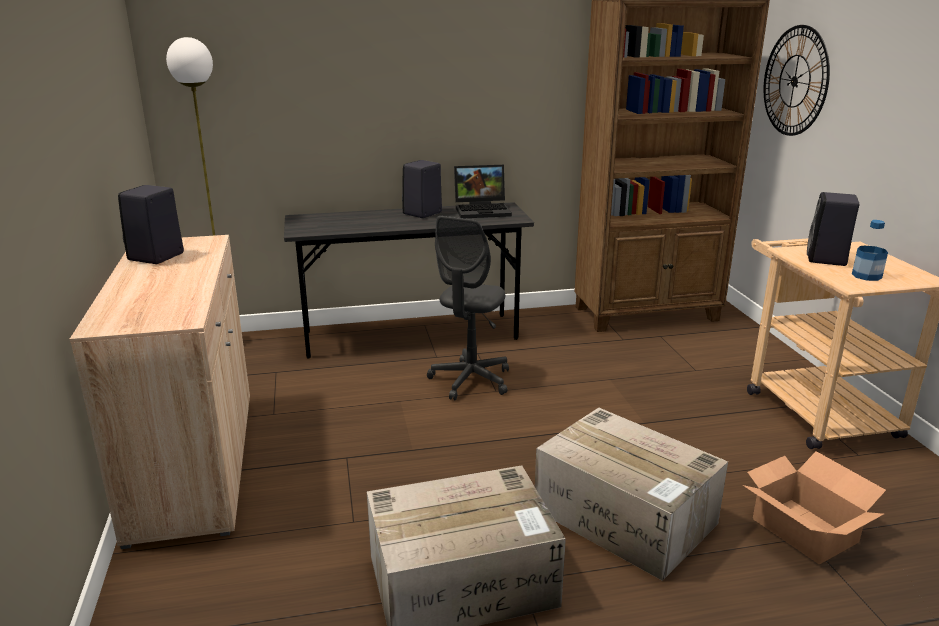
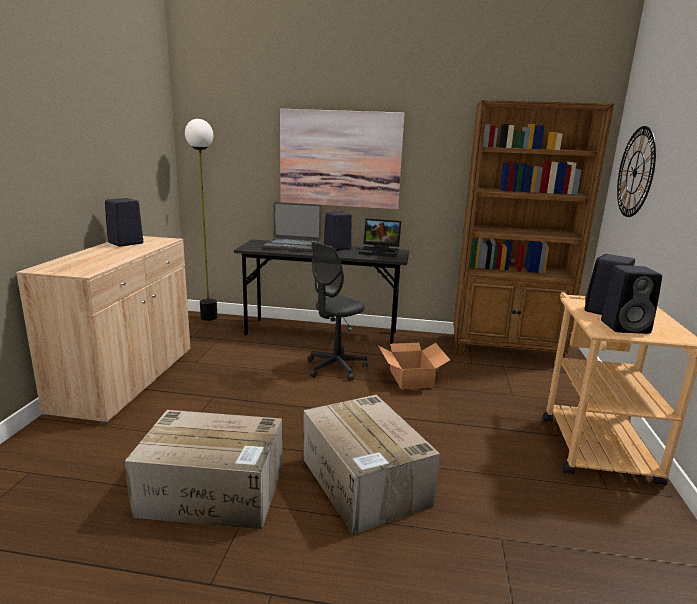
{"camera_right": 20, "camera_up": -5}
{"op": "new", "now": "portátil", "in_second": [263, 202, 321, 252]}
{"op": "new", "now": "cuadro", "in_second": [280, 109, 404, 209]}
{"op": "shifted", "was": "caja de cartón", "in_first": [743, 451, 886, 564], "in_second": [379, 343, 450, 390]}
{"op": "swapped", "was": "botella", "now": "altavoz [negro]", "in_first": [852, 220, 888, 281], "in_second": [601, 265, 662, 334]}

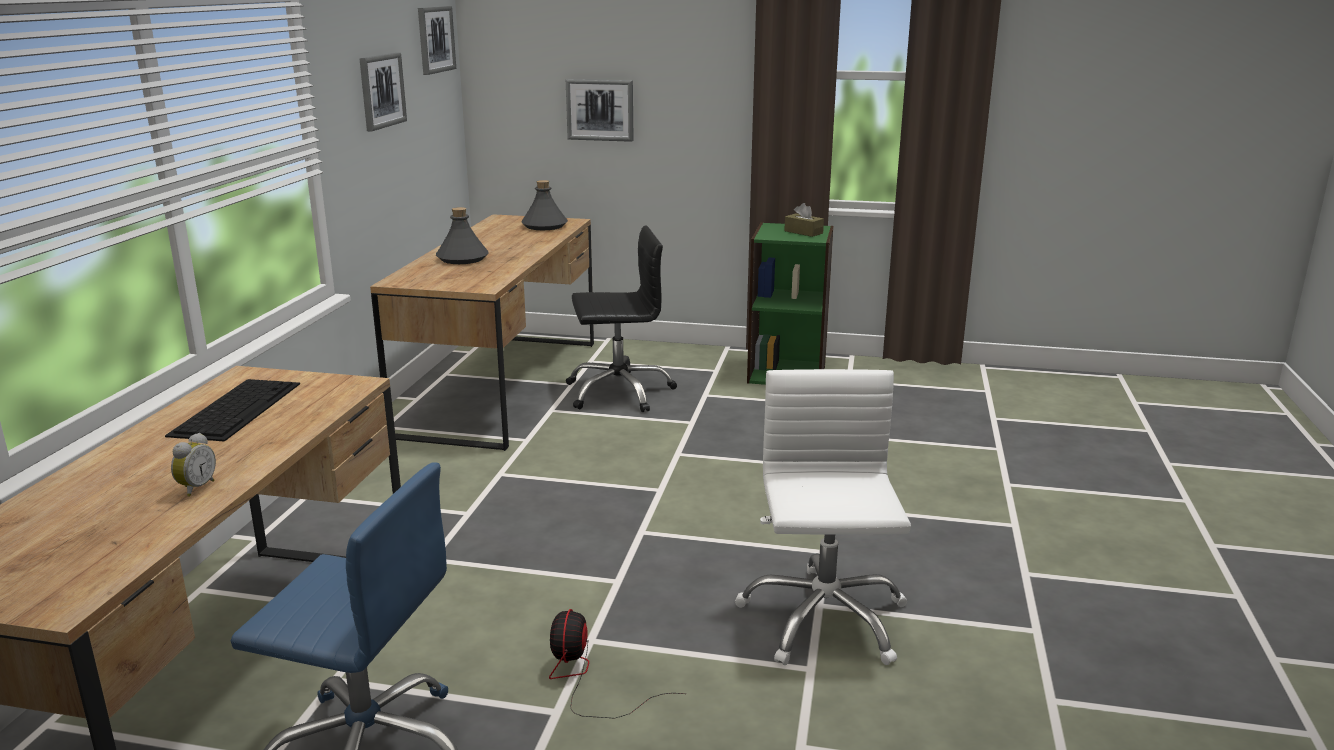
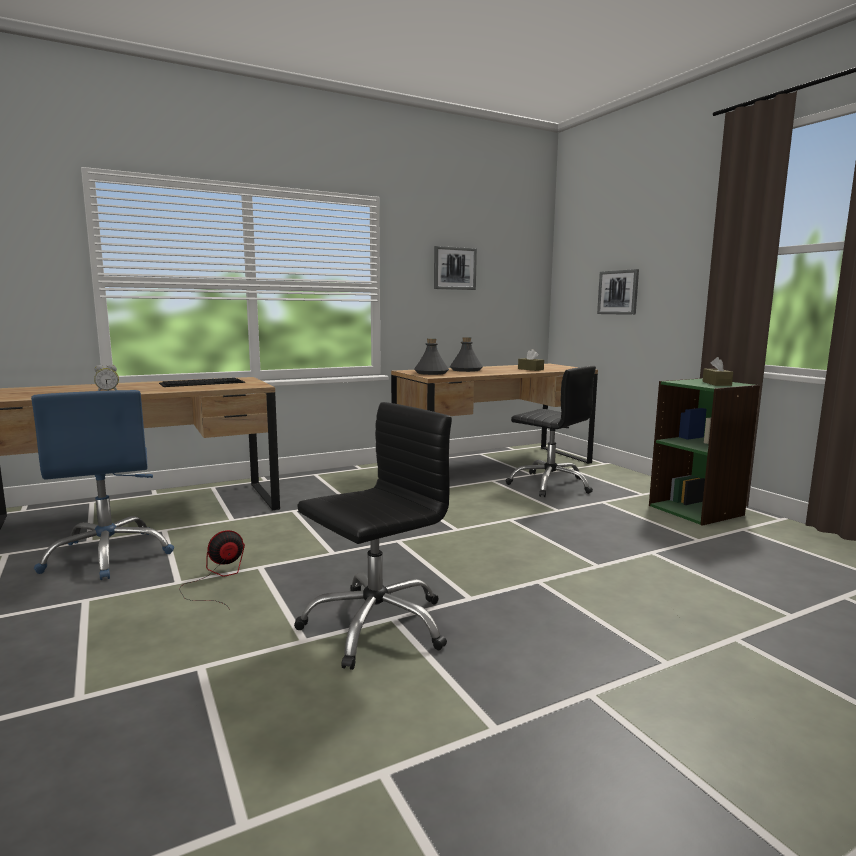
{"camera_right": 50, "camera_up": -10}
{"op": "repainted", "was": "silla de oficina [blanco]", "now": "silla de oficina [negro]", "in_first": [735, 369, 911, 665], "in_second": [294, 402, 452, 670]}
{"op": "shifted", "was": "botella [gris]", "in_first": [521, 180, 568, 230], "in_second": [414, 338, 449, 375]}
{"op": "new", "now": "caja de pañuelos [marrón]", "in_second": [518, 349, 544, 371]}
{"op": "gone", "was": "cuadro", "in_first": [418, 6, 456, 75]}

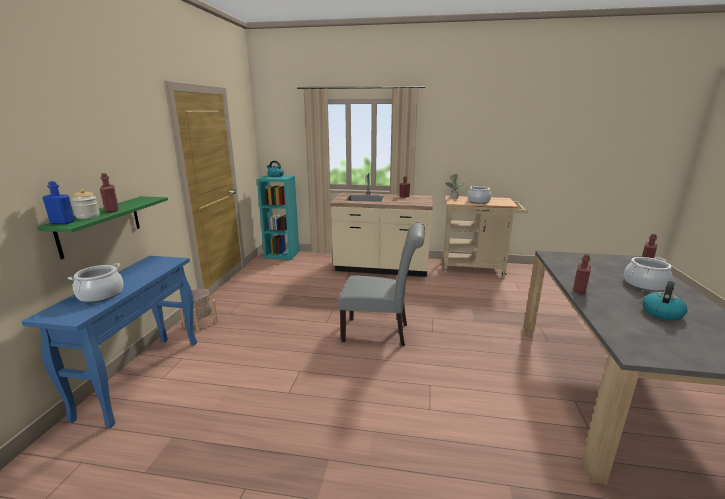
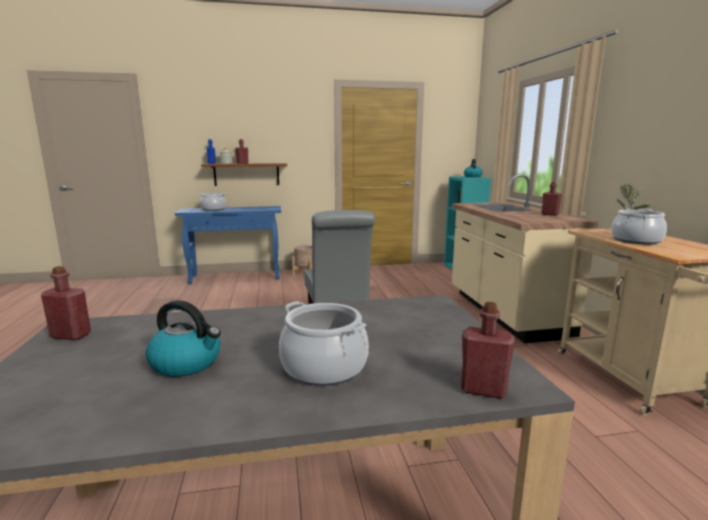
{"camera_right": 70, "camera_up": -5}
{"op": "shifted", "was": "botella [rojo]", "in_first": [573, 254, 591, 293], "in_second": [41, 266, 91, 340]}
{"op": "repainted", "was": "estante [verde]", "now": "estante [marrón]", "in_first": [37, 196, 168, 259], "in_second": [201, 163, 287, 186]}

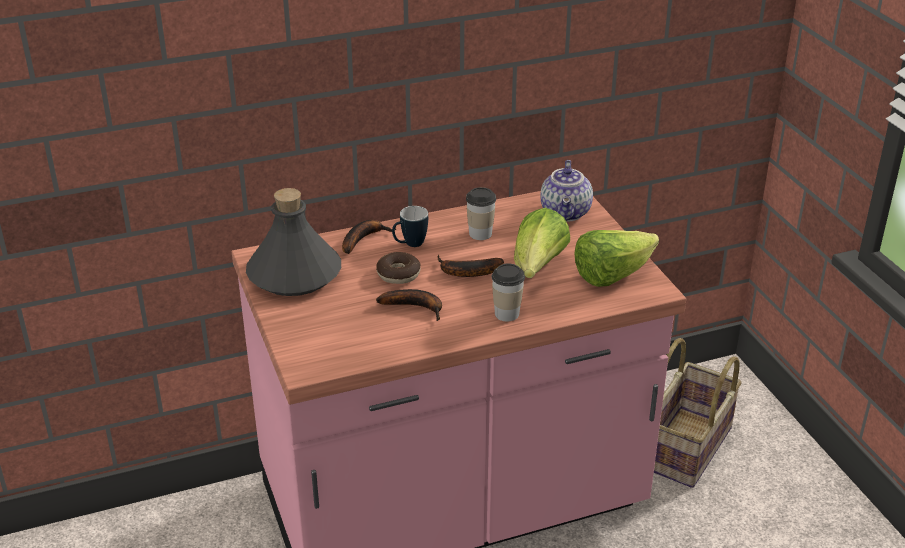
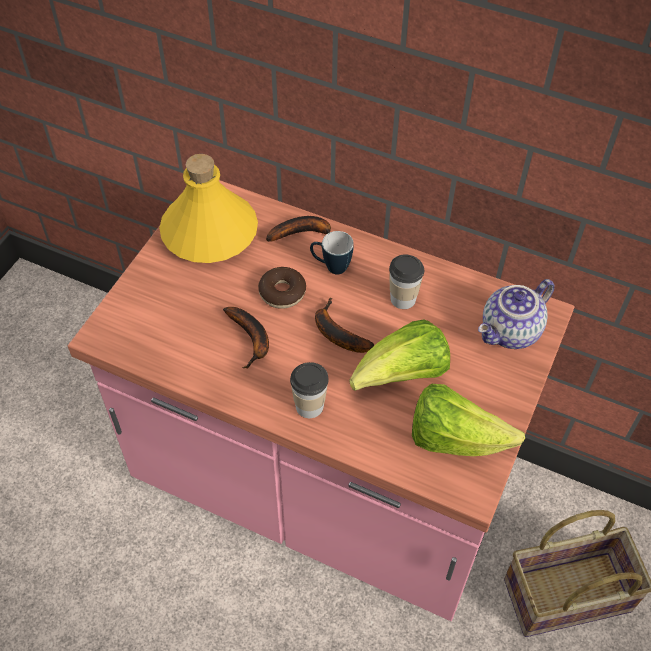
{"camera_right": 45, "camera_up": 20}
{"op": "repainted", "was": "botella [gris]", "now": "botella [amarillo]", "in_first": [246, 188, 341, 296], "in_second": [159, 154, 258, 263]}

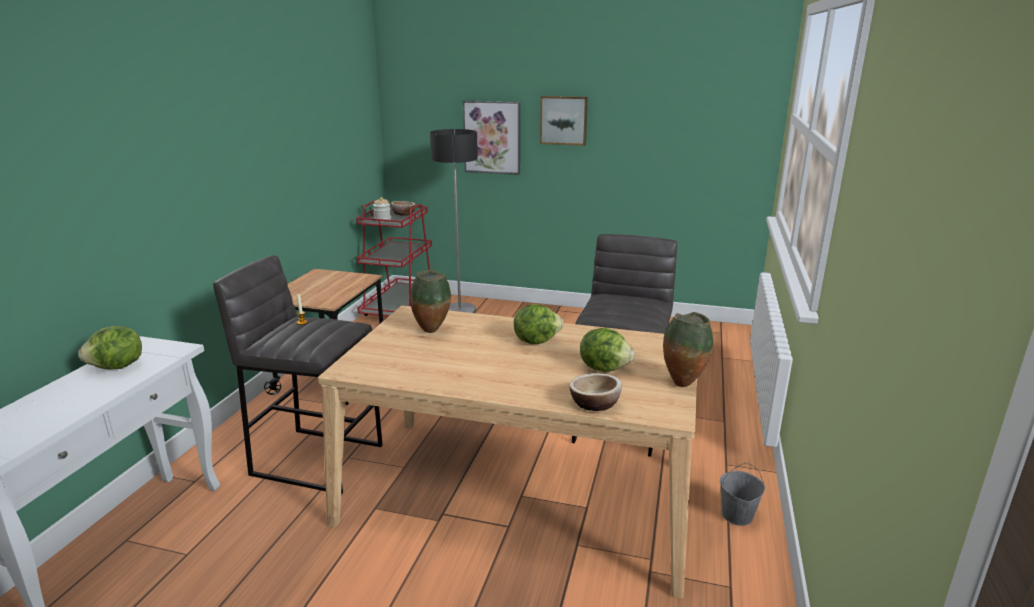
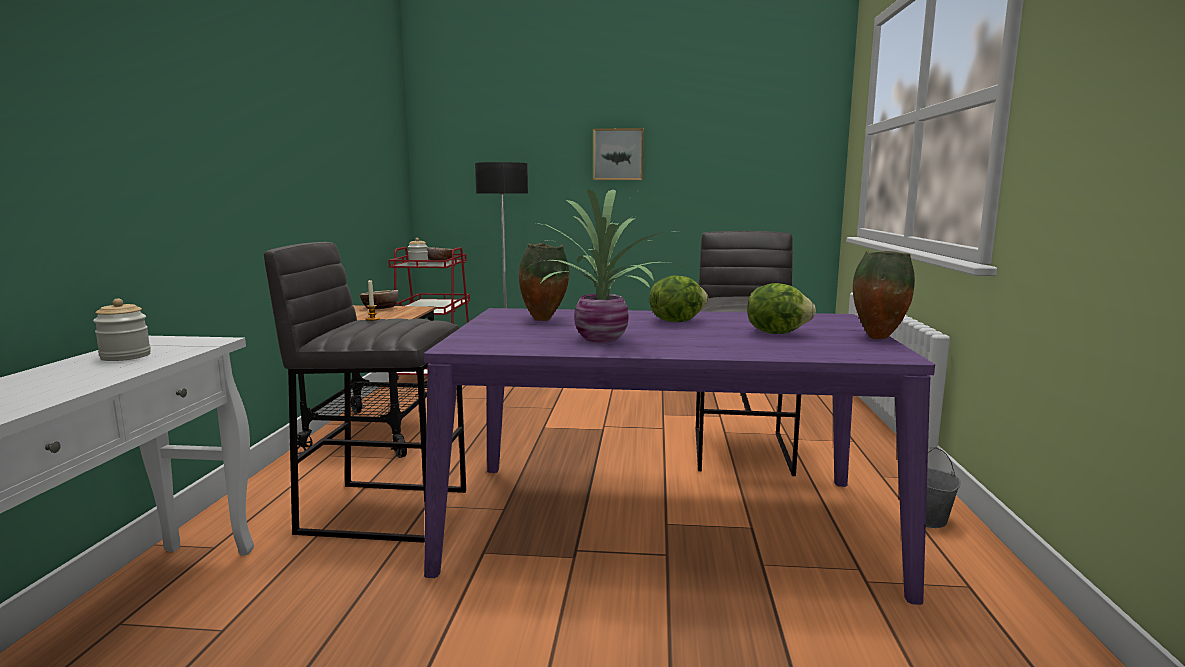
{"camera_right": -10, "camera_up": -10}
{"op": "swapped", "was": "lechuga", "now": "tarro", "in_first": [78, 326, 142, 370], "in_second": [93, 299, 151, 361]}
{"op": "shifted", "was": "cuenco", "in_first": [569, 373, 622, 411], "in_second": [360, 290, 399, 309]}
{"op": "repainted", "was": "mesa de comedor [beis]", "now": "mesa de comedor [morado]", "in_first": [318, 306, 697, 599], "in_second": [424, 308, 935, 605]}
{"op": "new", "now": "planta en maceta", "in_second": [525, 189, 685, 342]}
{"op": "gone", "was": "cuadro", "in_first": [463, 101, 520, 175]}

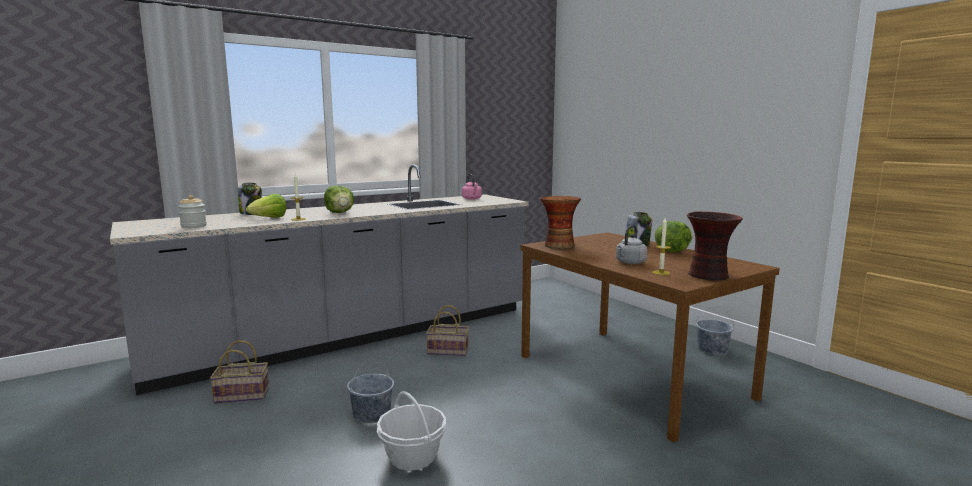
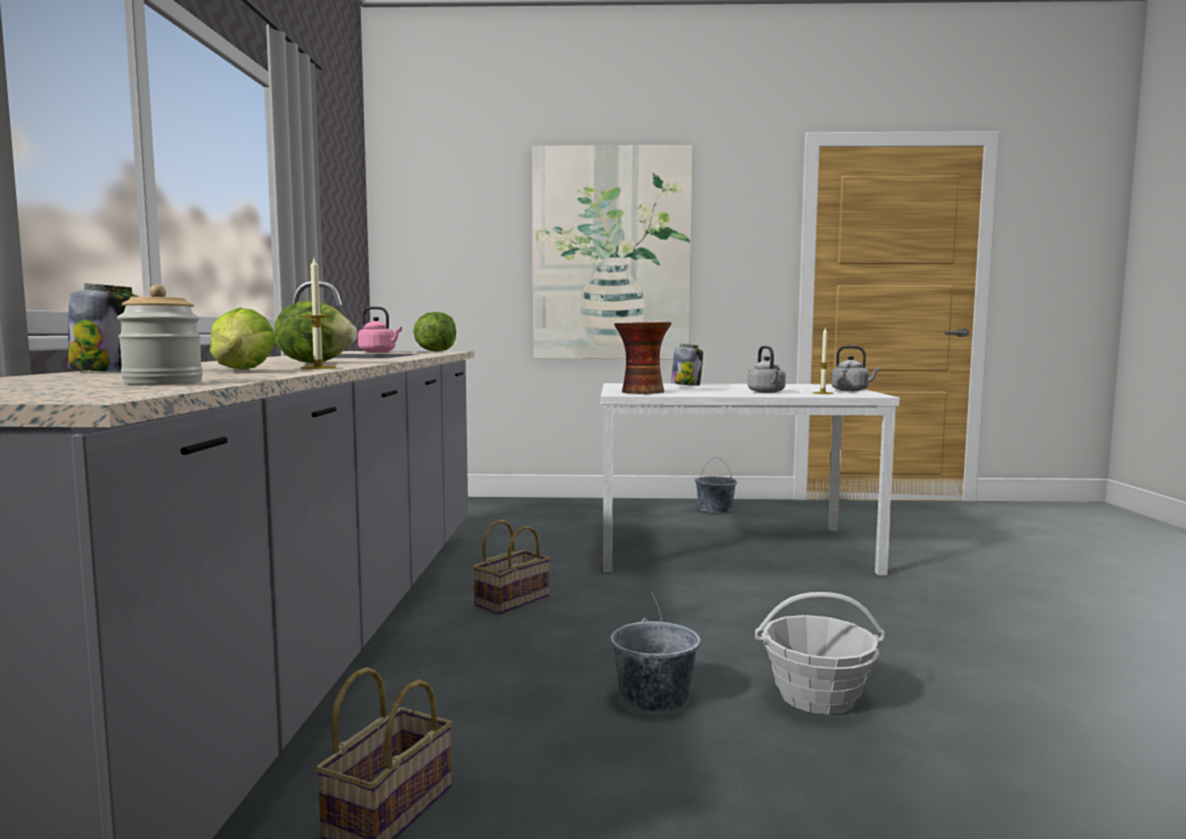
{"camera_right": -55, "camera_up": -5}
{"op": "shifted", "was": "lechuga", "in_first": [655, 221, 693, 252], "in_second": [413, 312, 456, 352]}
{"op": "new", "now": "cuadro", "in_second": [532, 145, 693, 359]}
{"op": "repainted", "was": "mesa de comedor [marrón]", "now": "mesa de comedor [blanco]", "in_first": [521, 232, 780, 442], "in_second": [601, 383, 900, 575]}
{"op": "swapped", "was": "florero", "now": "hervidor [gris]", "in_first": [687, 211, 743, 280], "in_second": [831, 345, 881, 391]}

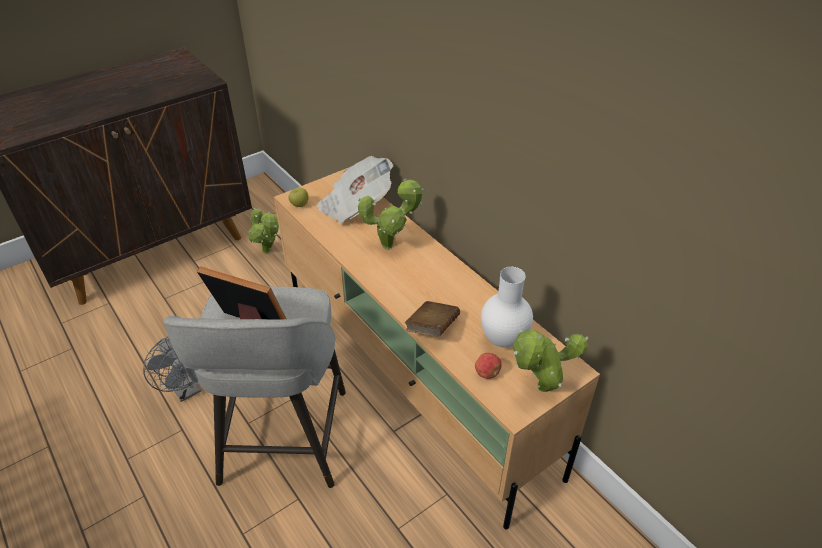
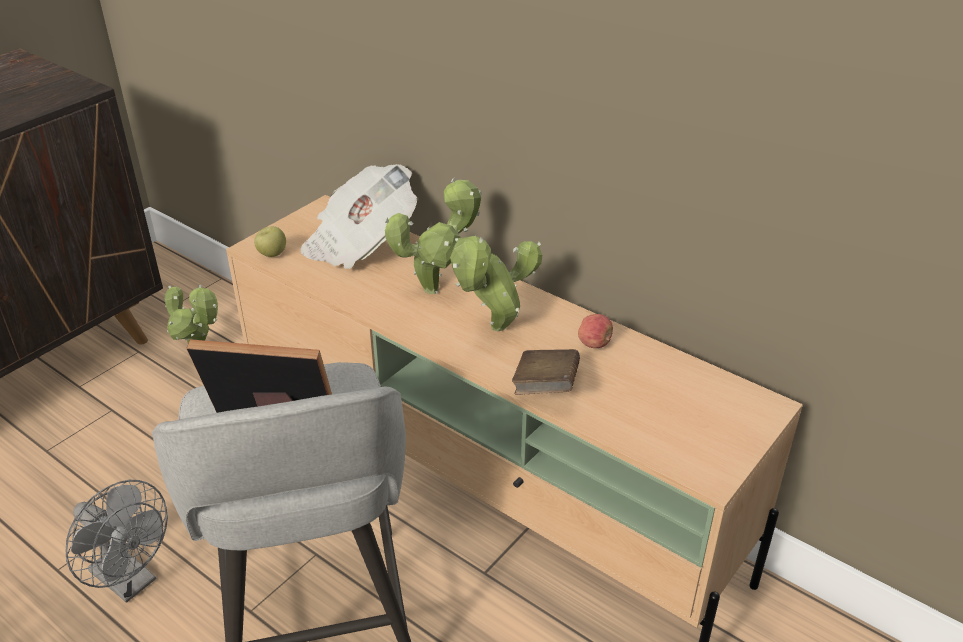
{"camera_right": -15, "camera_up": -5}
{"op": "shifted", "was": "planta en maceta", "in_first": [513, 330, 588, 392], "in_second": [450, 236, 542, 331]}
{"op": "shifted", "was": "manzana", "in_first": [475, 353, 502, 379], "in_second": [578, 314, 613, 348]}
{"op": "gone", "was": "florero [blanco]", "in_first": [481, 267, 533, 348]}

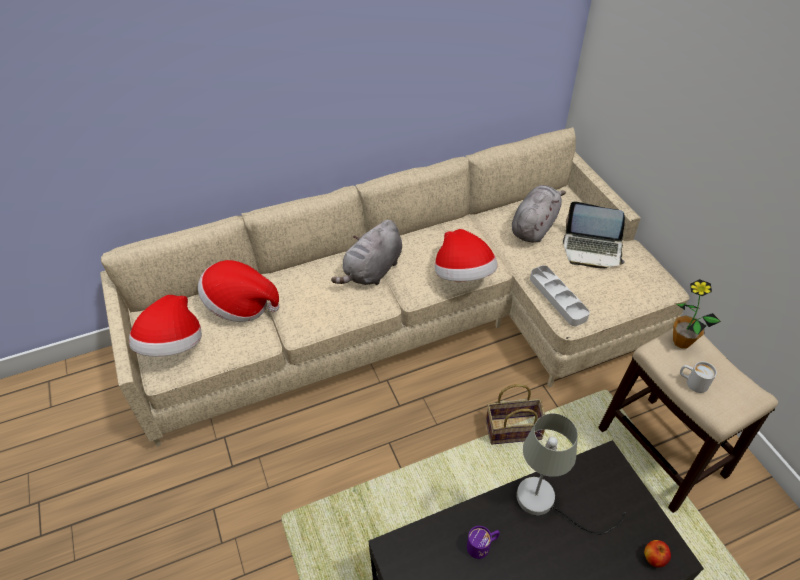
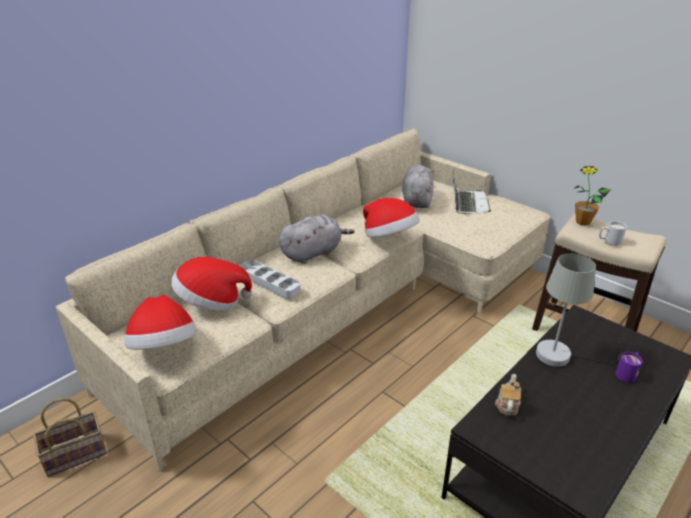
{"camera_right": -25, "camera_up": -15}
{"op": "shifted", "was": "cesta", "in_first": [486, 384, 545, 444], "in_second": [33, 398, 107, 477]}
{"op": "shifted", "was": "bandeja [gris]", "in_first": [530, 265, 590, 326], "in_second": [240, 260, 301, 299]}
{"op": "rotated", "was": "peluche [gris]", "in_first": [331, 220, 402, 285], "in_second": [279, 215, 355, 264], "clockwise": -135}
{"op": "rotated", "was": "portátil", "in_first": [563, 201, 625, 269], "in_second": [453, 170, 491, 214], "clockwise": -75}
{"op": "new", "now": "tetera", "in_second": [495, 374, 521, 416]}
{"op": "shifted", "was": "taza grande [morado]", "in_first": [467, 526, 500, 559], "in_second": [615, 352, 643, 383]}
{"op": "gone", "was": "manzana", "in_first": [644, 540, 671, 568]}

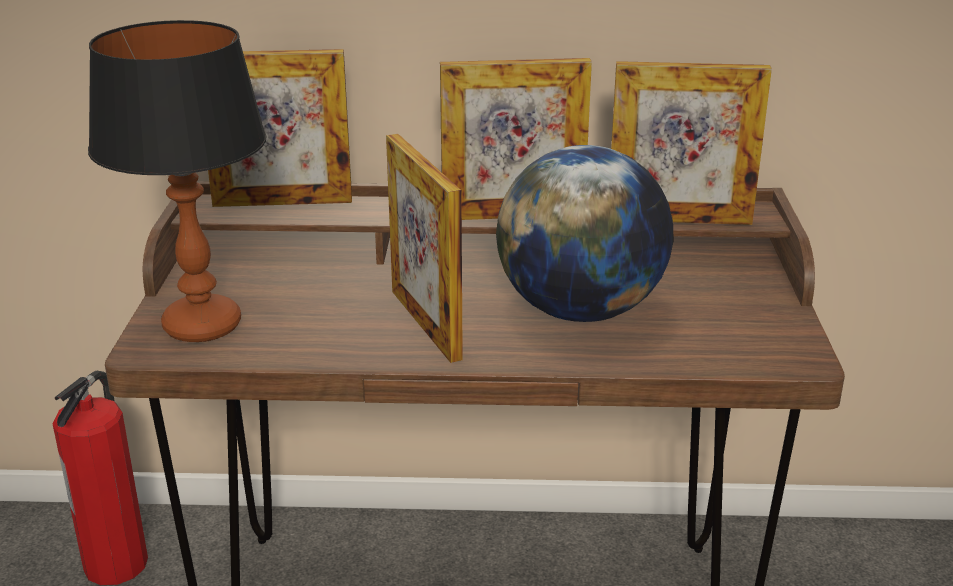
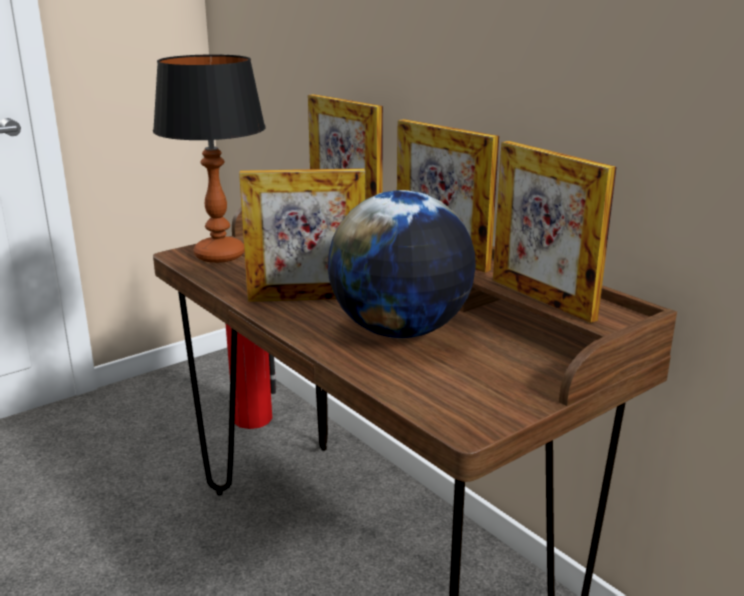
{"camera_right": 50, "camera_up": -5}
{"op": "rotated", "was": "portarretratos", "in_first": [386, 134, 463, 363], "in_second": [239, 168, 365, 302], "clockwise": -120}

